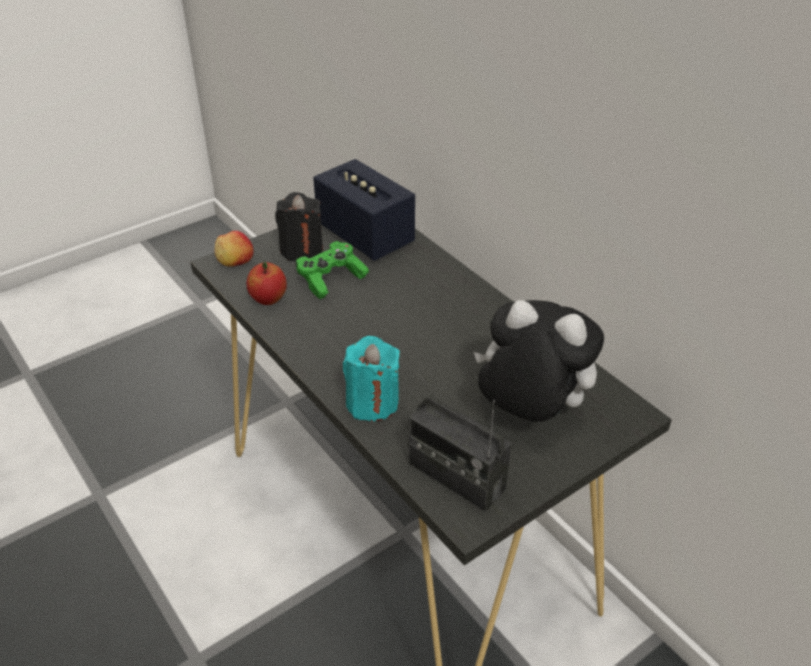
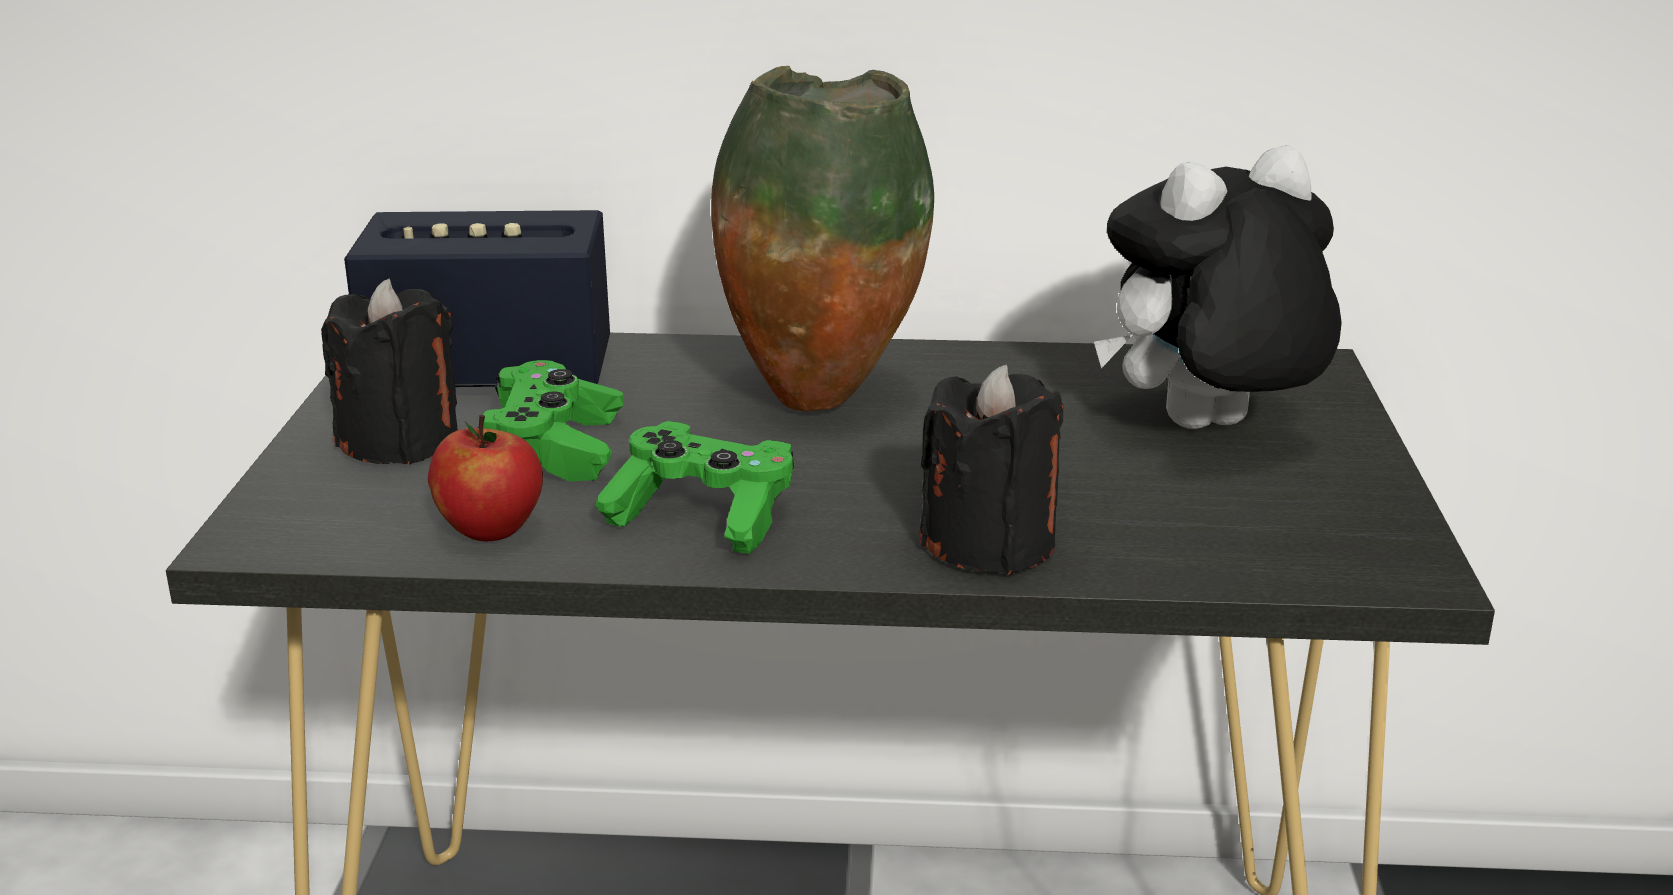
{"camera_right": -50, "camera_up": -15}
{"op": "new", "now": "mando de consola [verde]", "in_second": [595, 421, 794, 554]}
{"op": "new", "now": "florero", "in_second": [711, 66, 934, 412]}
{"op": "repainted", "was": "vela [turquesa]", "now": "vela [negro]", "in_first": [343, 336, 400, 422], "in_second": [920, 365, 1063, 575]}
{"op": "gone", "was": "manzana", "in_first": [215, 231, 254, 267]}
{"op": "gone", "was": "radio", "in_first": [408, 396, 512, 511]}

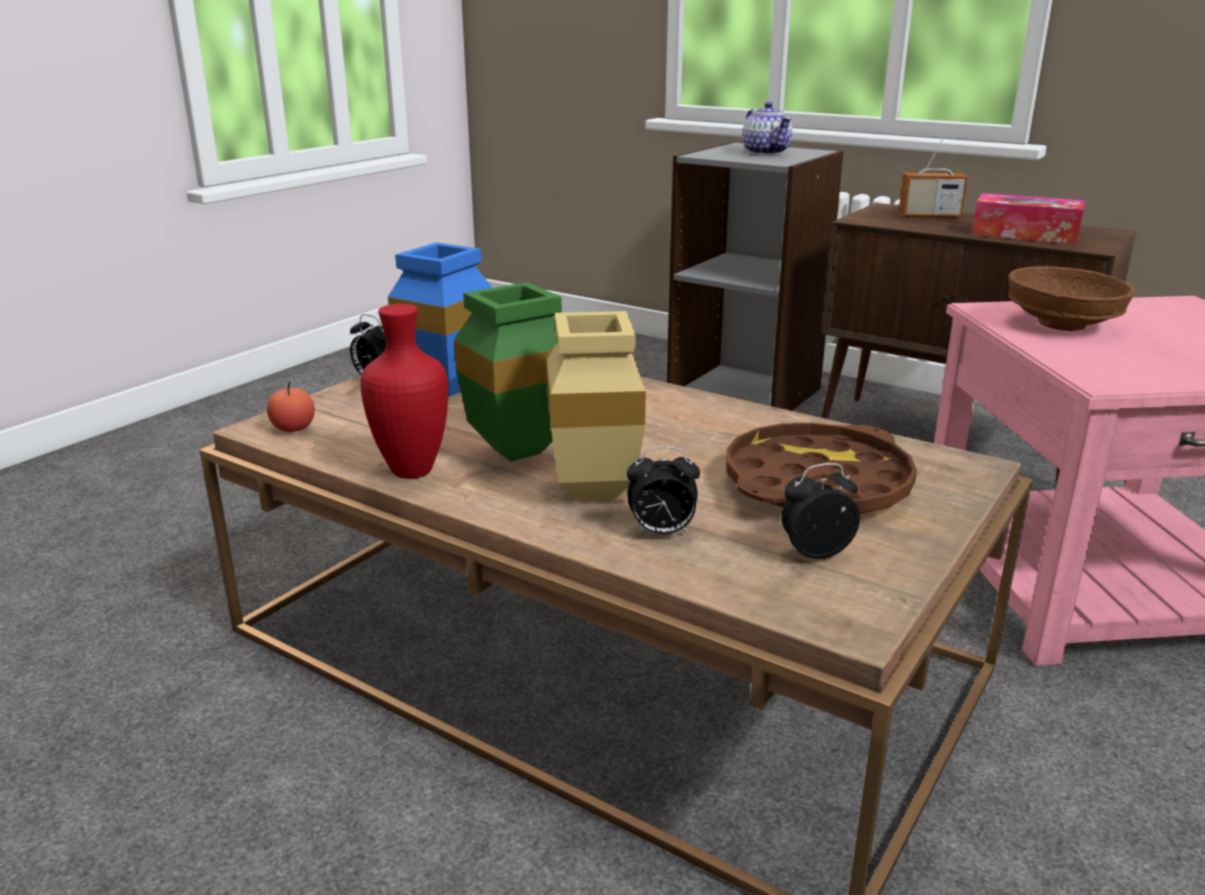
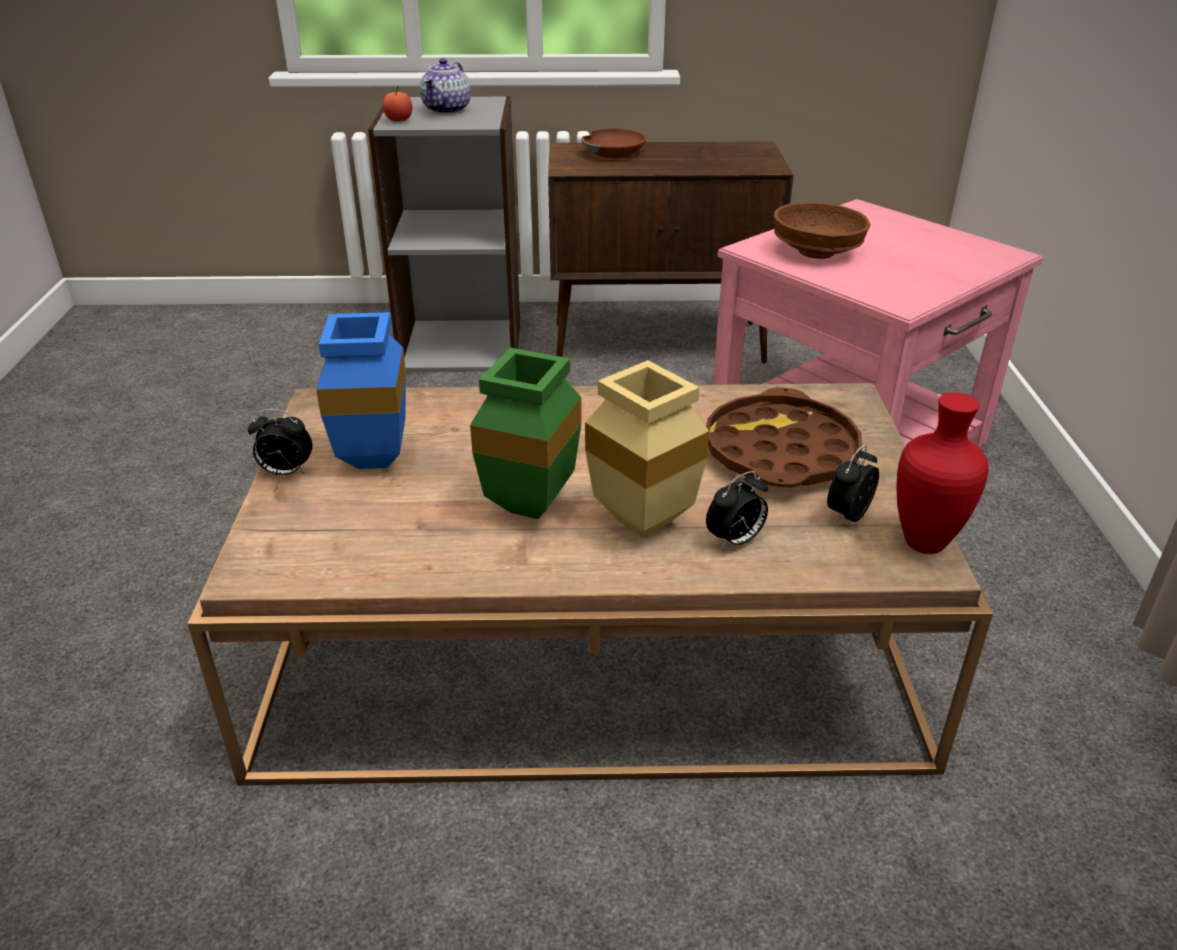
{"camera_right": -35, "camera_up": 10}
{"op": "shifted", "was": "manzana", "in_first": [267, 382, 315, 432], "in_second": [383, 85, 412, 122]}
{"op": "rotated", "was": "tetera", "in_first": [742, 102, 792, 155], "in_second": [420, 58, 471, 114], "clockwise": 75}
{"op": "swapped", "was": "radio", "now": "cuenco [marrón]", "in_first": [899, 126, 968, 218], "in_second": [581, 129, 646, 158]}
{"op": "shifted", "was": "florero [rojo]", "in_first": [360, 304, 448, 479], "in_second": [897, 392, 989, 554]}
{"op": "gone", "was": "caja de pañuelos", "in_first": [972, 193, 1085, 244]}

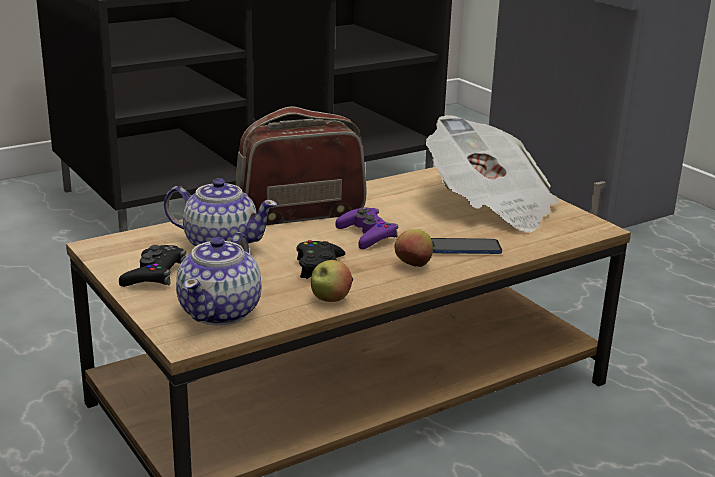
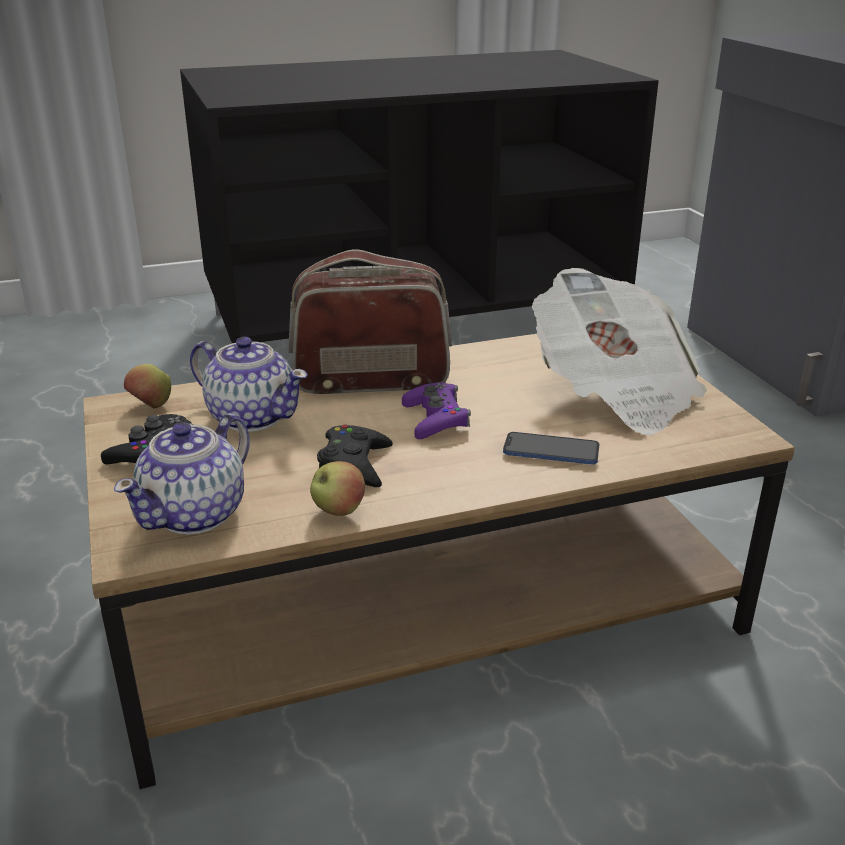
{"camera_right": 15, "camera_up": 5}
{"op": "shifted", "was": "manzana", "in_first": [394, 229, 433, 267], "in_second": [124, 364, 171, 408]}

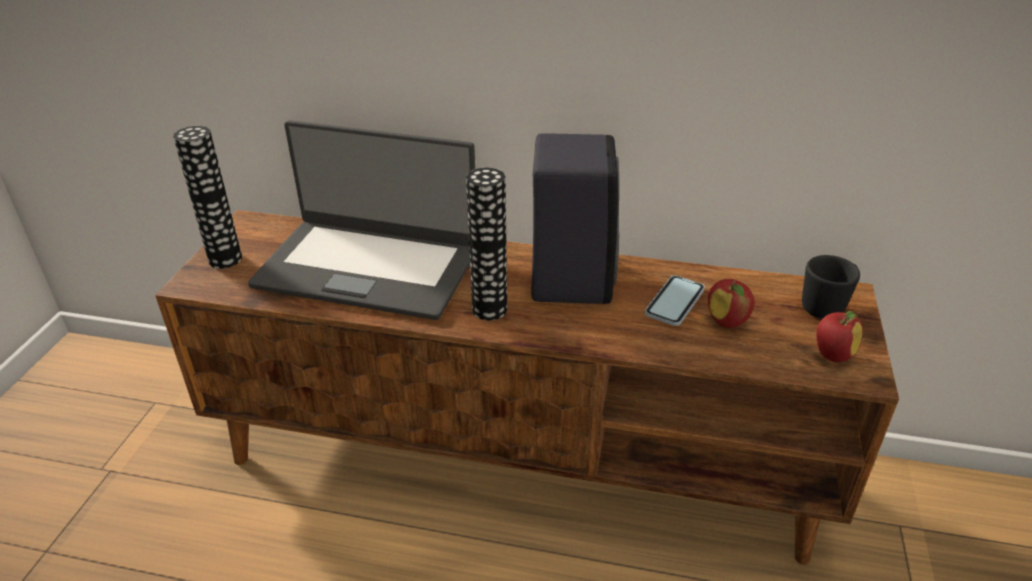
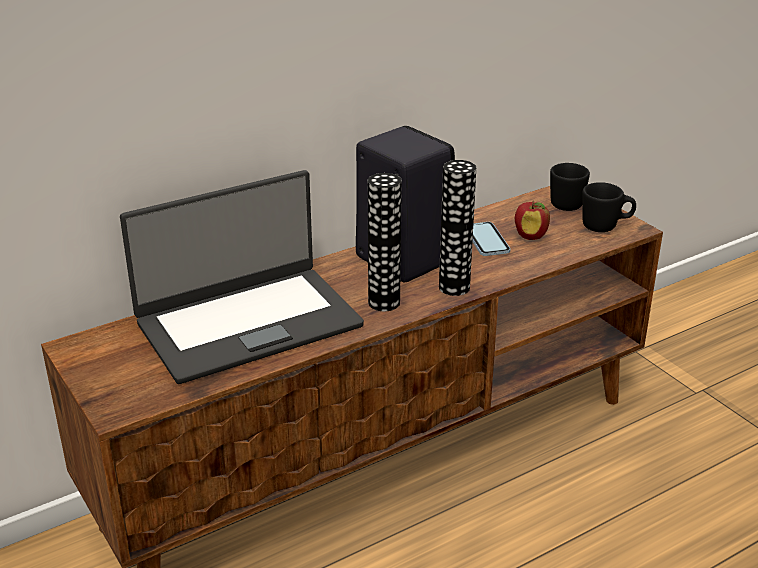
{"camera_right": -45, "camera_up": -5}
{"op": "shifted", "was": "florero", "in_first": [173, 126, 242, 269], "in_second": [439, 160, 476, 296]}
{"op": "swapped", "was": "manzana", "now": "taza grande [negro]", "in_first": [816, 311, 863, 363], "in_second": [582, 182, 636, 232]}

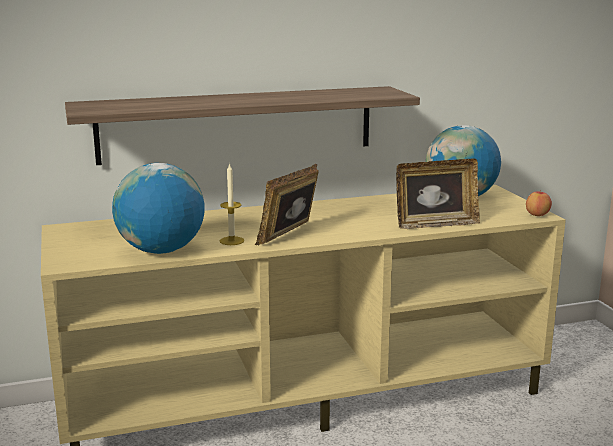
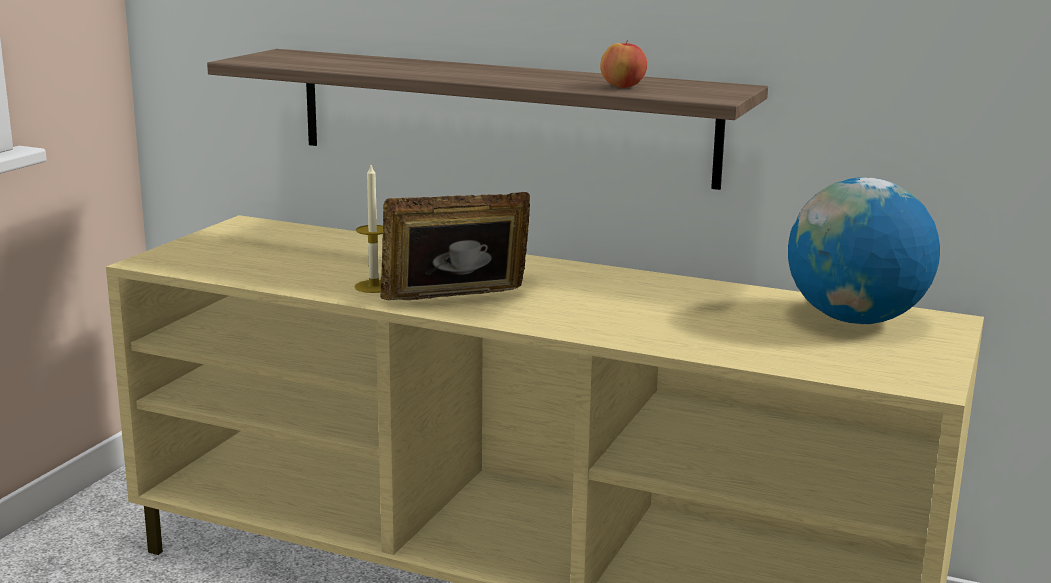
{"camera_right": 40, "camera_up": 0}
{"op": "shifted", "was": "manzana", "in_first": [526, 191, 552, 216], "in_second": [600, 39, 647, 88]}
{"op": "gone", "was": "globo terráqueo", "in_first": [112, 163, 205, 254]}
{"op": "gone", "was": "portarretratos", "in_first": [396, 159, 480, 229]}

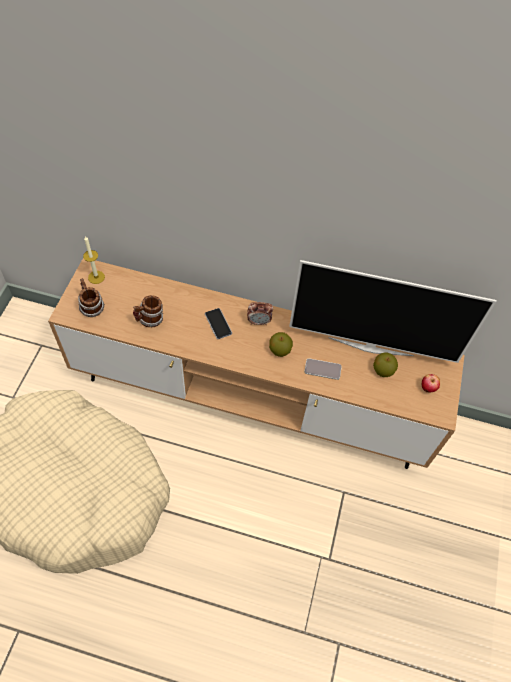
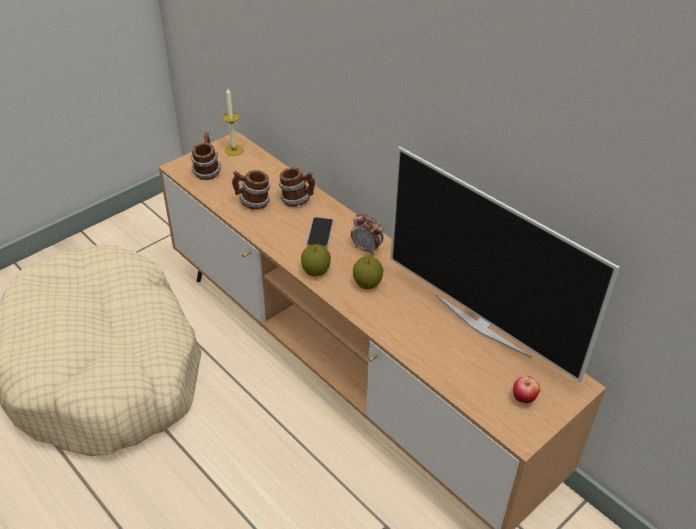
{"camera_right": 35, "camera_up": -15}
{"op": "new", "now": "taza grande", "in_second": [279, 167, 315, 207]}
{"op": "shifted", "was": "manzana", "in_first": [373, 353, 398, 377], "in_second": [301, 244, 331, 277]}
{"op": "gone", "was": "móvil", "in_first": [304, 358, 342, 380]}

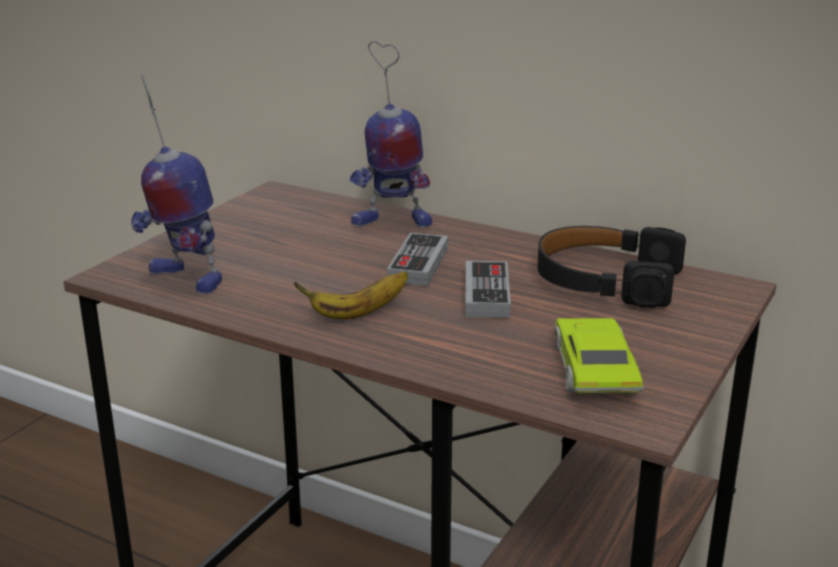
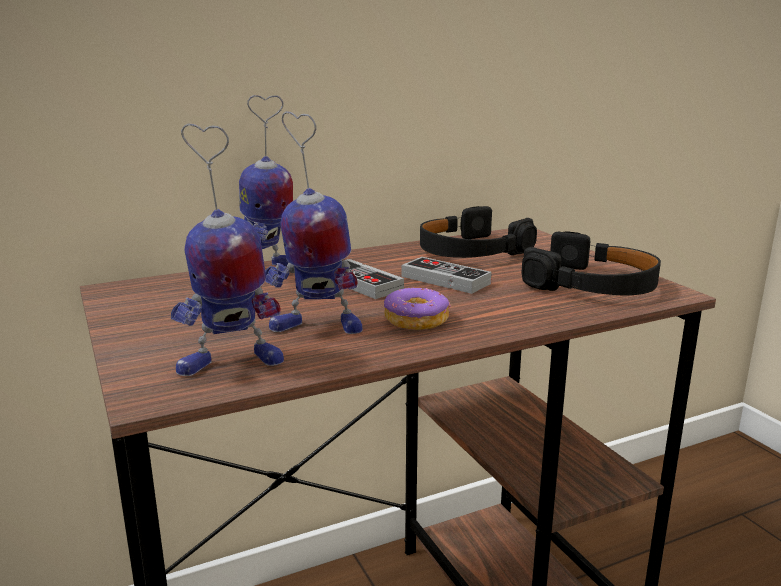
{"camera_right": -55, "camera_up": -5}
{"op": "new", "now": "robot de juguete", "in_second": [265, 111, 363, 334]}
{"op": "swapped", "was": "plátano", "now": "rosquilla", "in_first": [294, 271, 408, 319], "in_second": [384, 287, 451, 330]}
{"op": "swapped", "was": "coche de juguete [verde]", "now": "auriculares [negro]", "in_first": [554, 318, 644, 393], "in_second": [521, 231, 661, 295]}

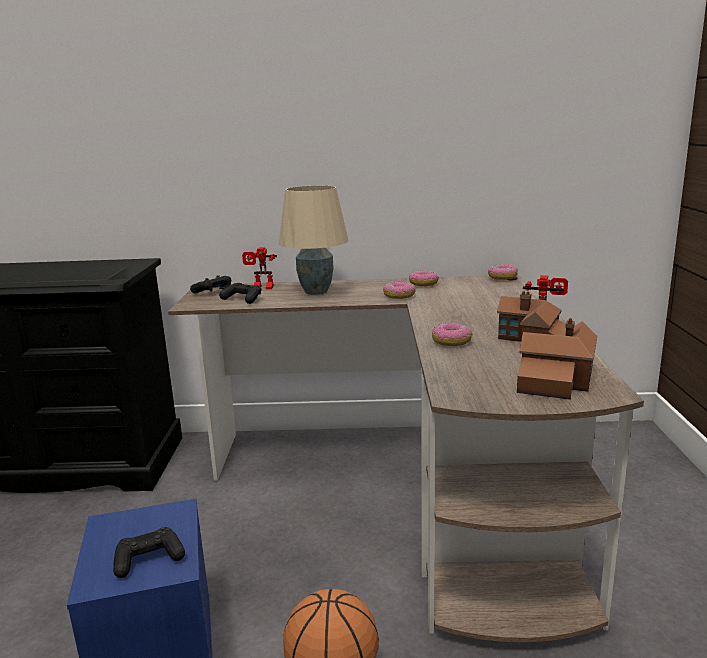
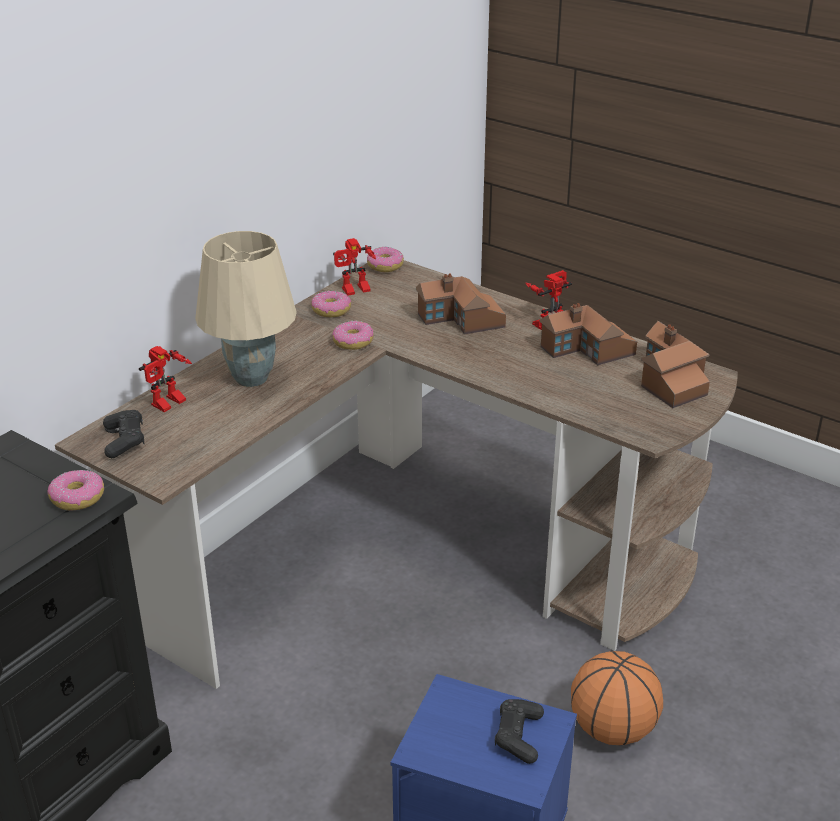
{"camera_right": -55, "camera_up": 15}
{"op": "shifted", "was": "rosquilla", "in_first": [432, 323, 473, 346], "in_second": [47, 470, 104, 511]}
{"op": "new", "now": "robot de juguete", "in_second": [333, 238, 376, 296]}
{"op": "new", "now": "casita", "in_second": [416, 274, 506, 334]}
{"op": "gone", "was": "mando de consola [negro]", "in_first": [219, 283, 262, 304]}

